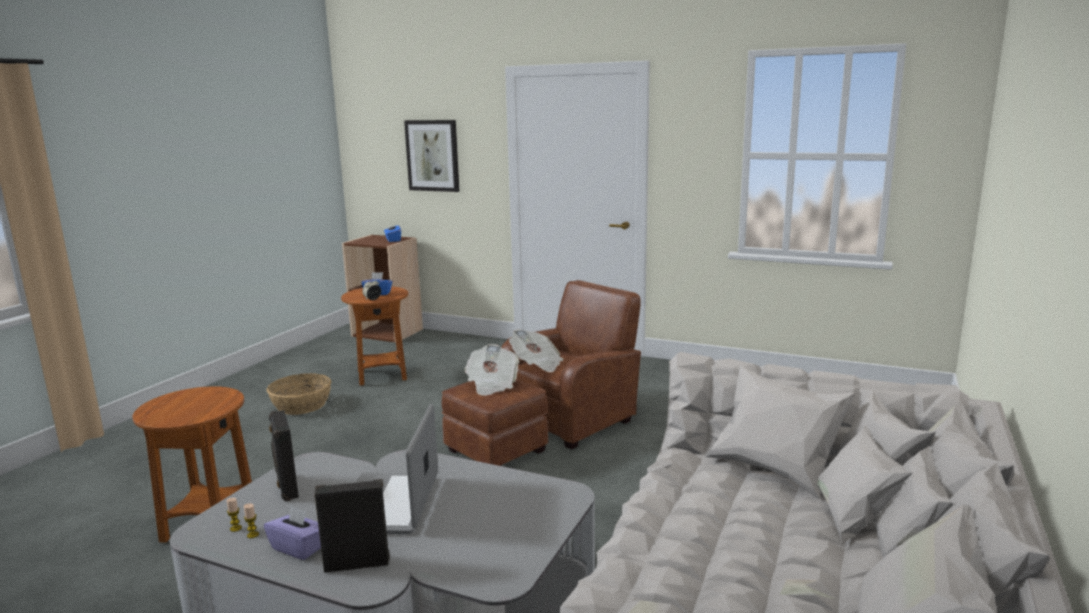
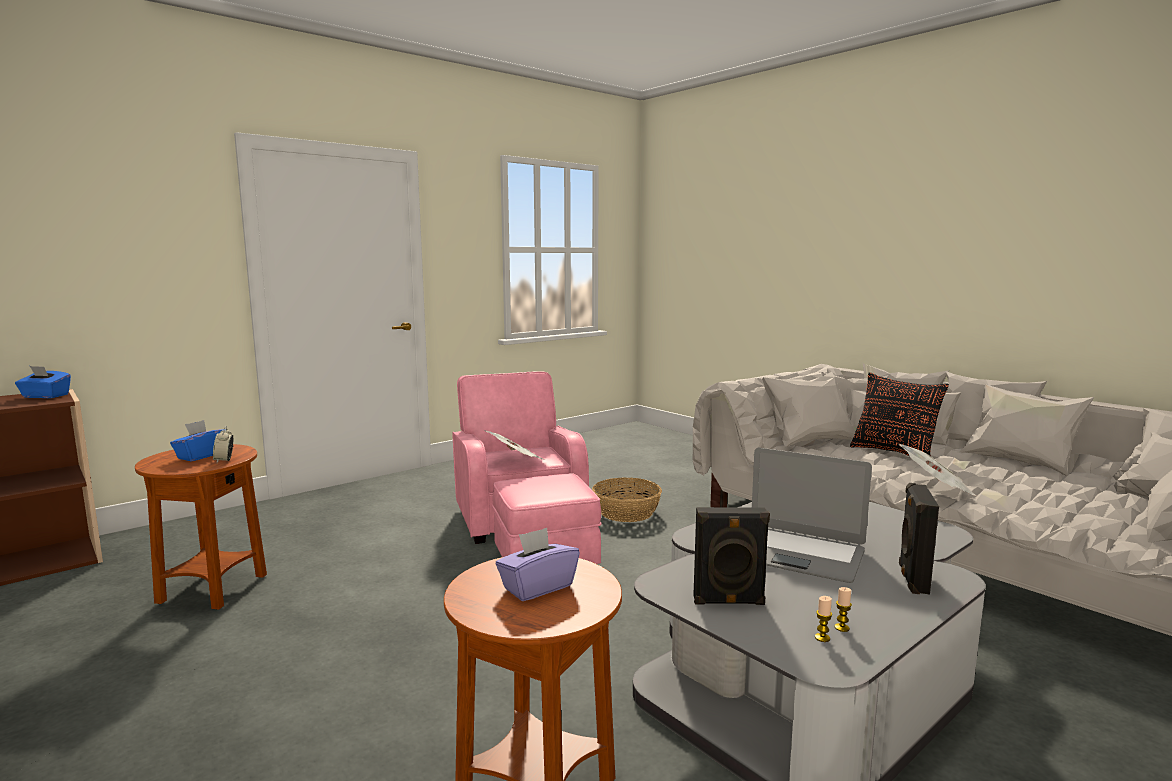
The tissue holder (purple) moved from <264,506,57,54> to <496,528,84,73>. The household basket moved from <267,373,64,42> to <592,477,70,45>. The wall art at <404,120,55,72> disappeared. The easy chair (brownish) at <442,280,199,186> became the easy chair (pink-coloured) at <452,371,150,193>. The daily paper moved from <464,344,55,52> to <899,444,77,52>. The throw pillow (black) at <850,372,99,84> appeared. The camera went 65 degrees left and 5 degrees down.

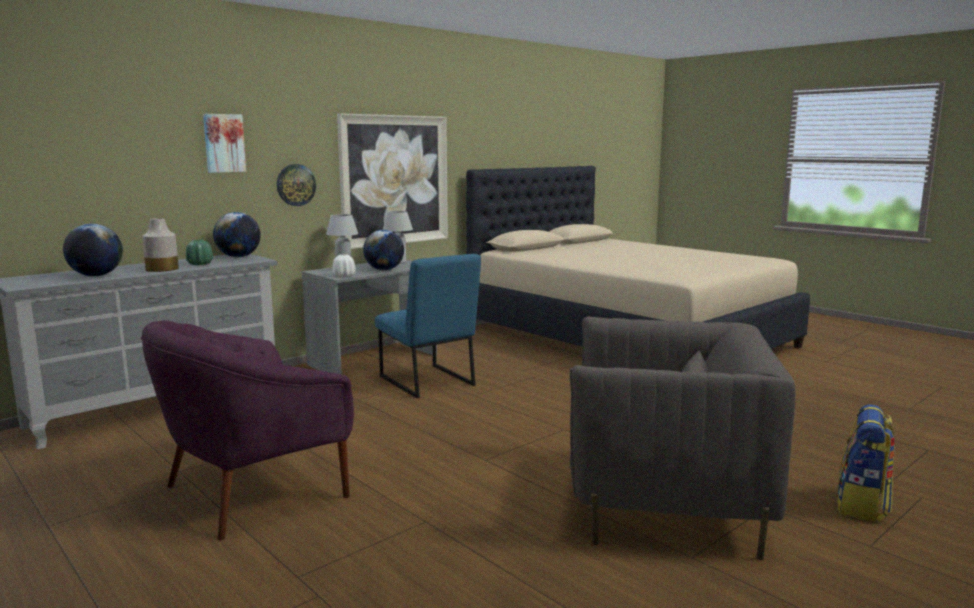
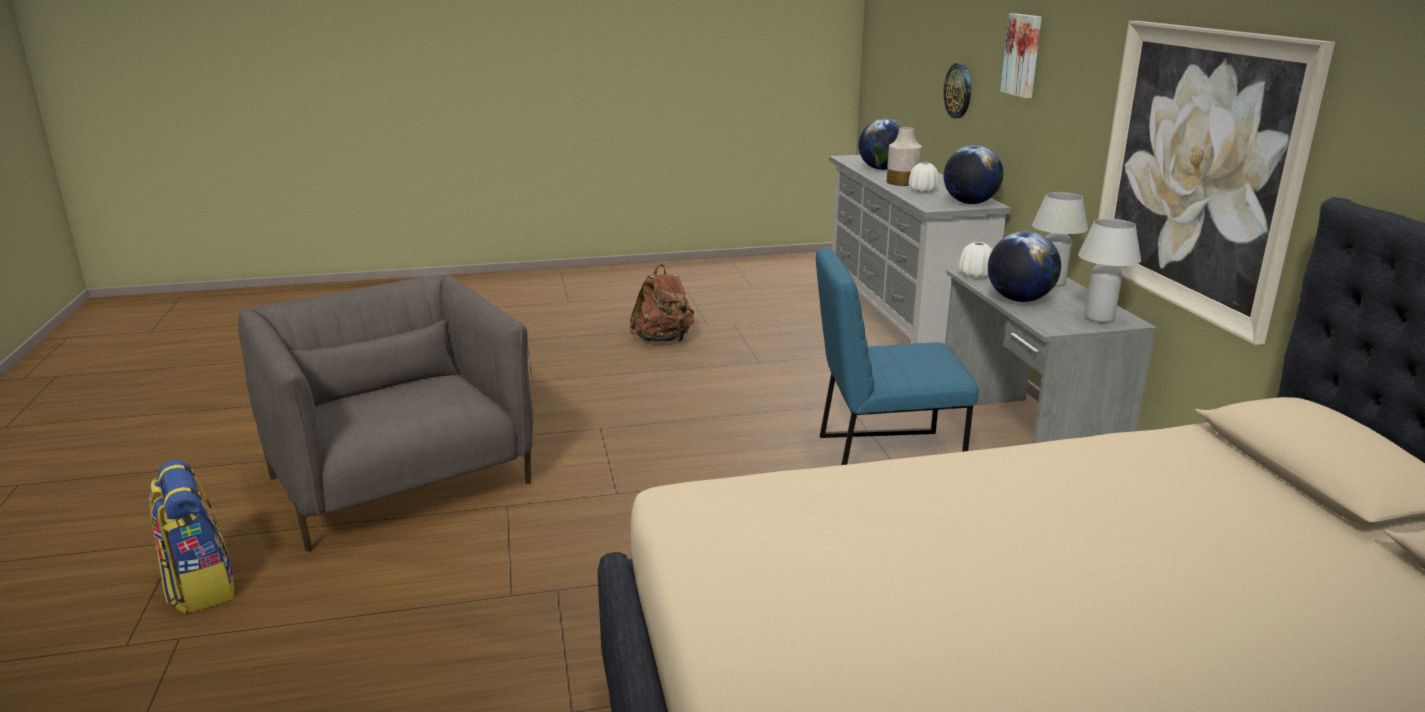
The easy chair (purple) at <141,320,213,220> was replaced by the rucksack (brownish) at <630,265,65,77>. The flower vase (green-coloured) at <186,240,27,25> became the flower vase (whitish) at <909,162,30,31>. The wall clock moved from <277,164,39,42> to <944,63,27,55>. The easy chair (grey) at <570,317,226,243> turned 105 degrees clockwise. The camera went 120 degrees right and 10 degrees up.

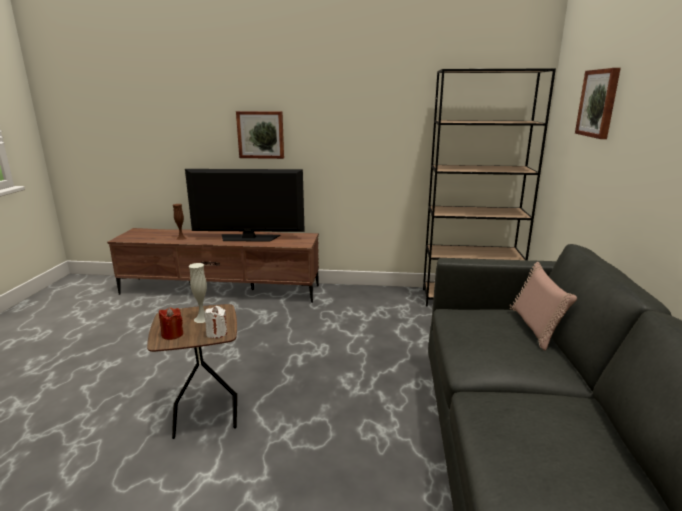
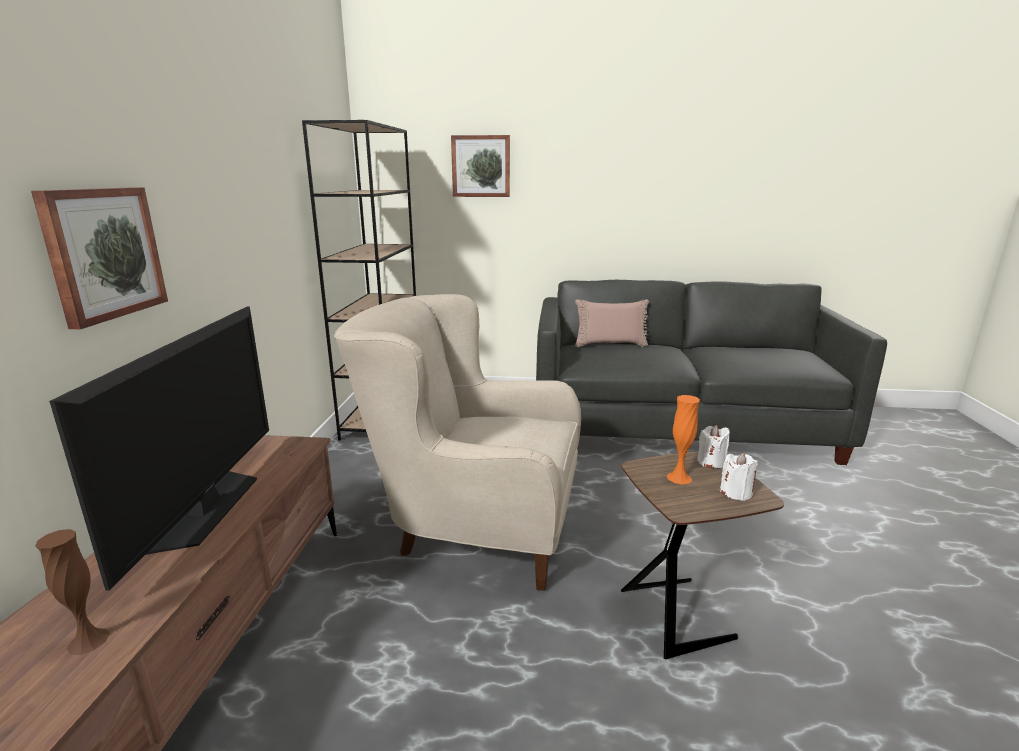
The wax candle (red) at <159,308,24,32> became the wax candle (whitish) at <720,453,38,48>. The flower vase (whitish) at <189,263,18,60> became the flower vase (orangey) at <667,395,33,89>. The easy chair (beige) at <334,294,247,297> appeared. The camera went 90 degrees left and 0 degrees up.

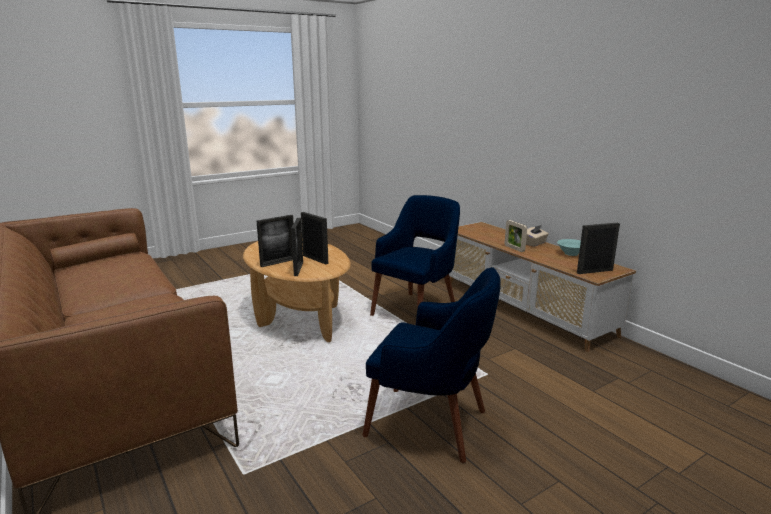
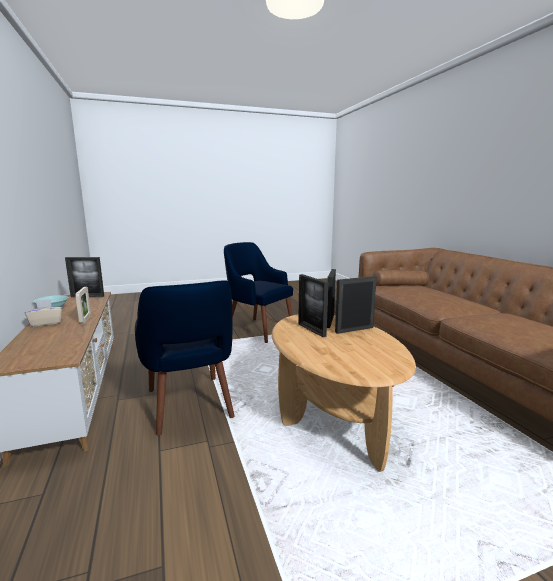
The easy chair (bluish) at <370,195,90,121> turned 75 degrees counterclockwise. The camera went 165 degrees left and 5 degrees down.

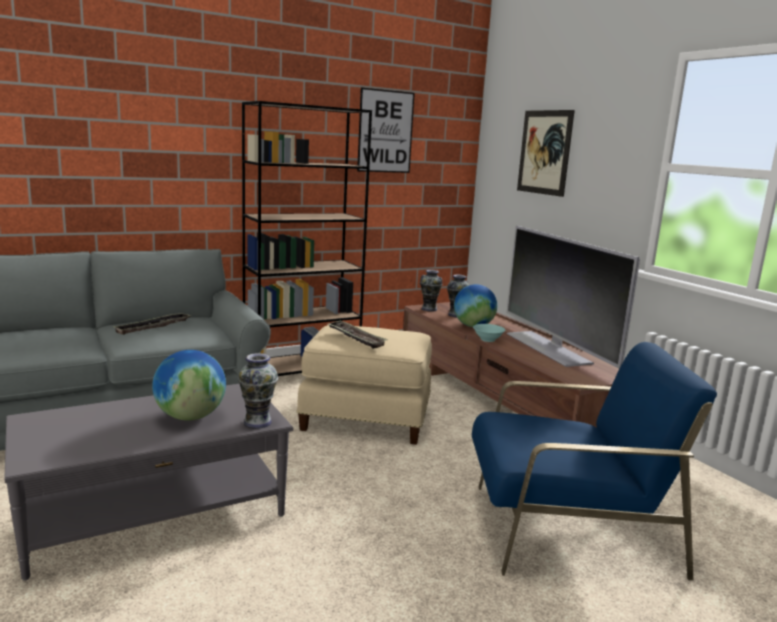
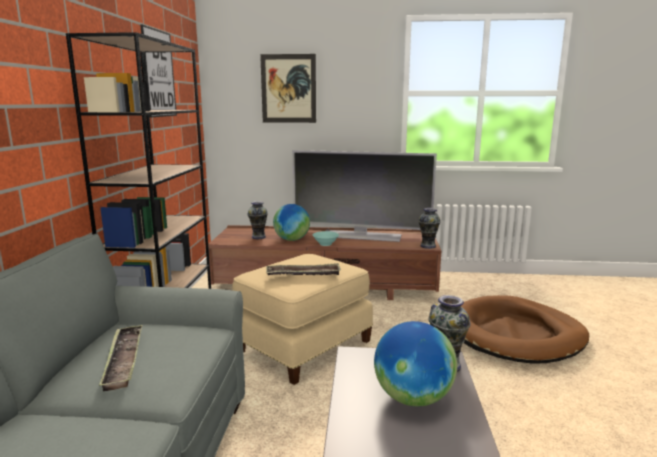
The flower vase moved from <420,270,22,42> to <418,208,23,41>. The easy chair (bluish) at <472,342,245,238> was replaced by the dog bed (brownish) at <461,295,128,68>. The camera went 55 degrees left and 0 degrees up.

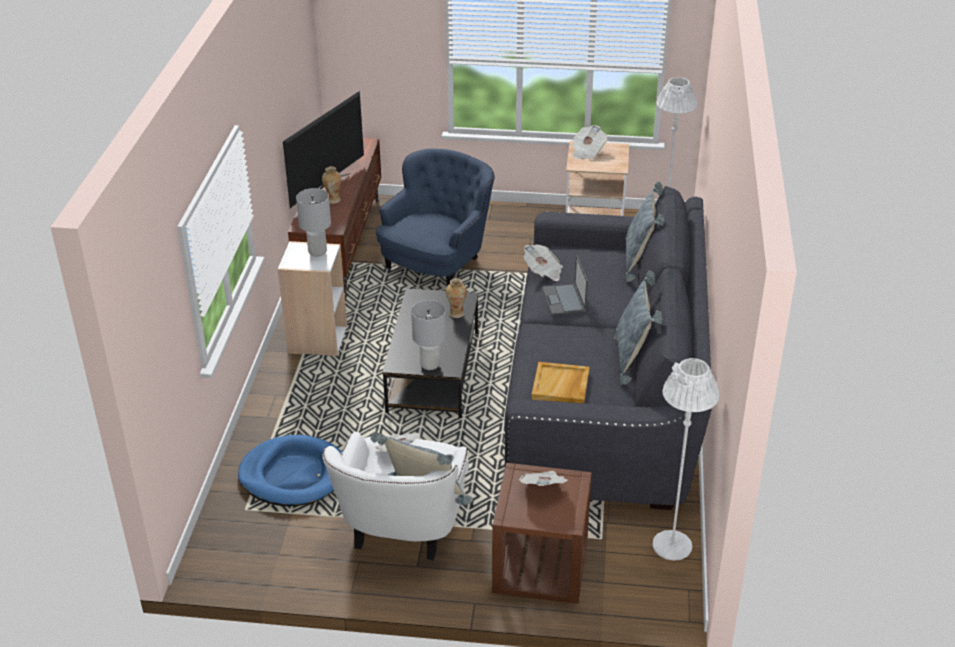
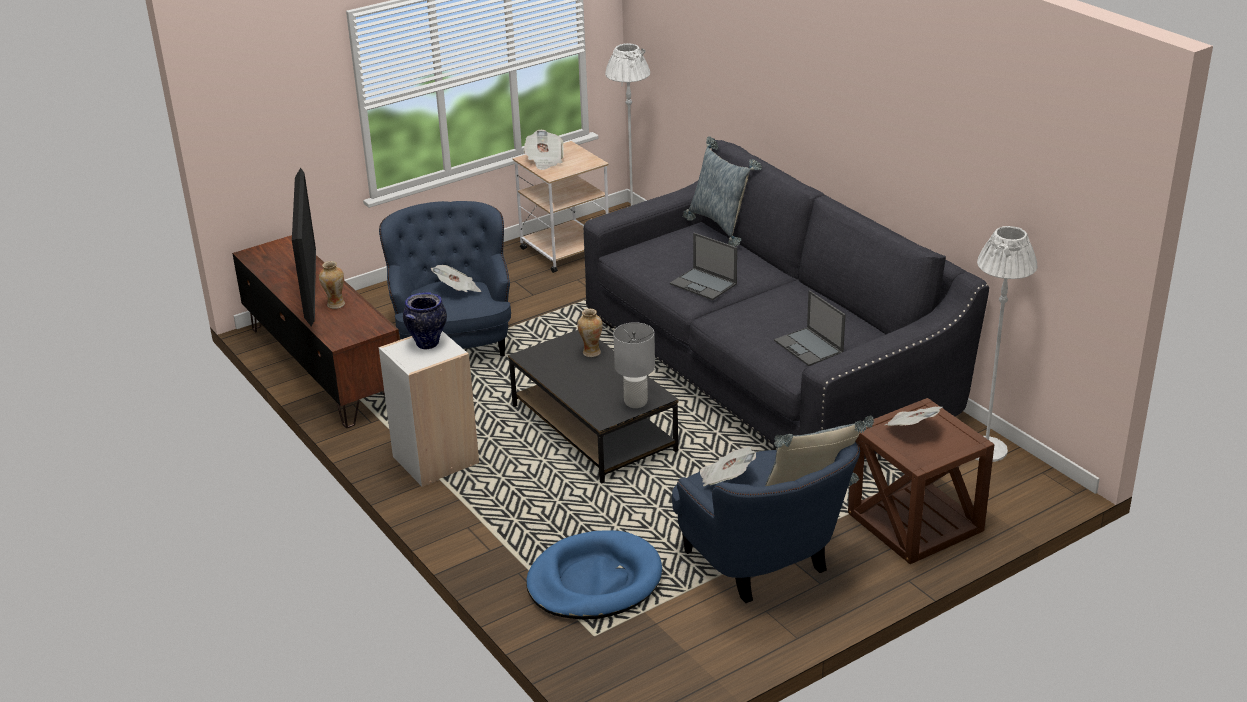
The tabletop lamp (grey) at <296,188,35,69> was replaced by the flower vase at <403,292,44,57>. The easy chair (whitish) at <322,432,147,128> became the easy chair (bluish) at <672,441,188,162>. The daily paper moved from <524,244,39,37> to <431,265,50,27>. The serving tray (beige) at <531,362,58,41> was replaced by the laptop at <774,290,72,76>. The throw pillow at <614,270,49,115> disappeared. The camera went 40 degrees left and 5 degrees down.

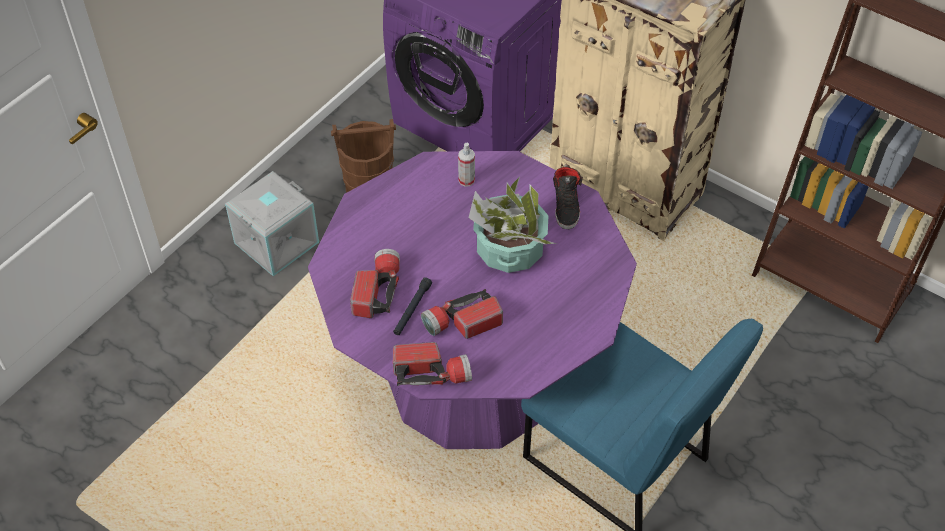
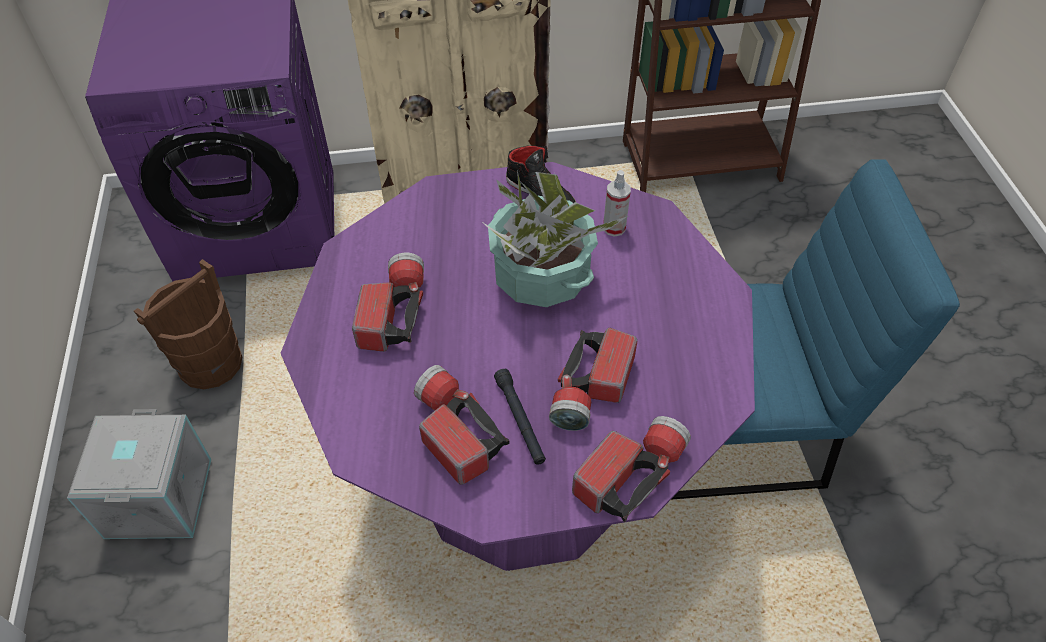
The sprayer moved from <458,143,17,44> to <603,170,28,67>. The flashlight at <352,252,72,100> appeared. The camera went 45 degrees left and 0 degrees up.

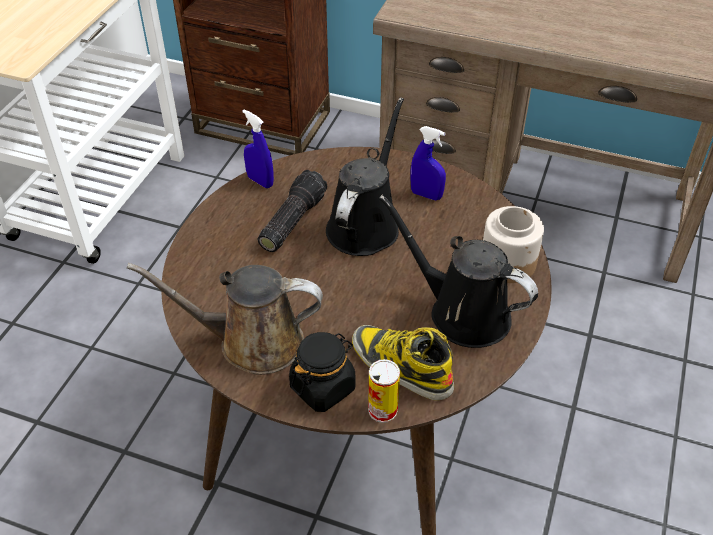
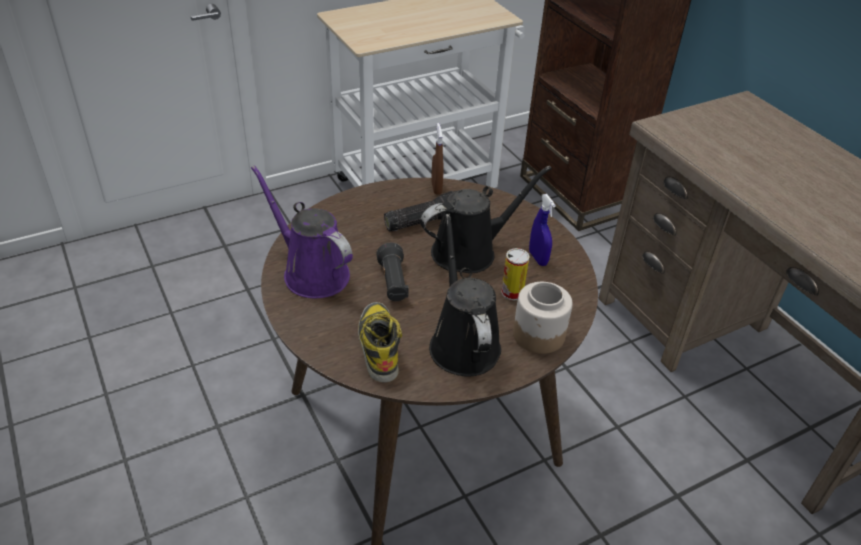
The watering can (brownish) at <127,263,196,112> became the watering can (purple) at <251,165,102,133>. The sprayer (bluish) at <242,110,32,78> became the sprayer (brownish) at <431,123,13,72>. The storage jar (black) at <289,332,66,80> disappeared. The sealed can moved from <368,359,32,64> to <501,248,29,53>. The flashlight (black) at <377,243,32,58> appeared. The camera went 40 degrees right and 5 degrees down.

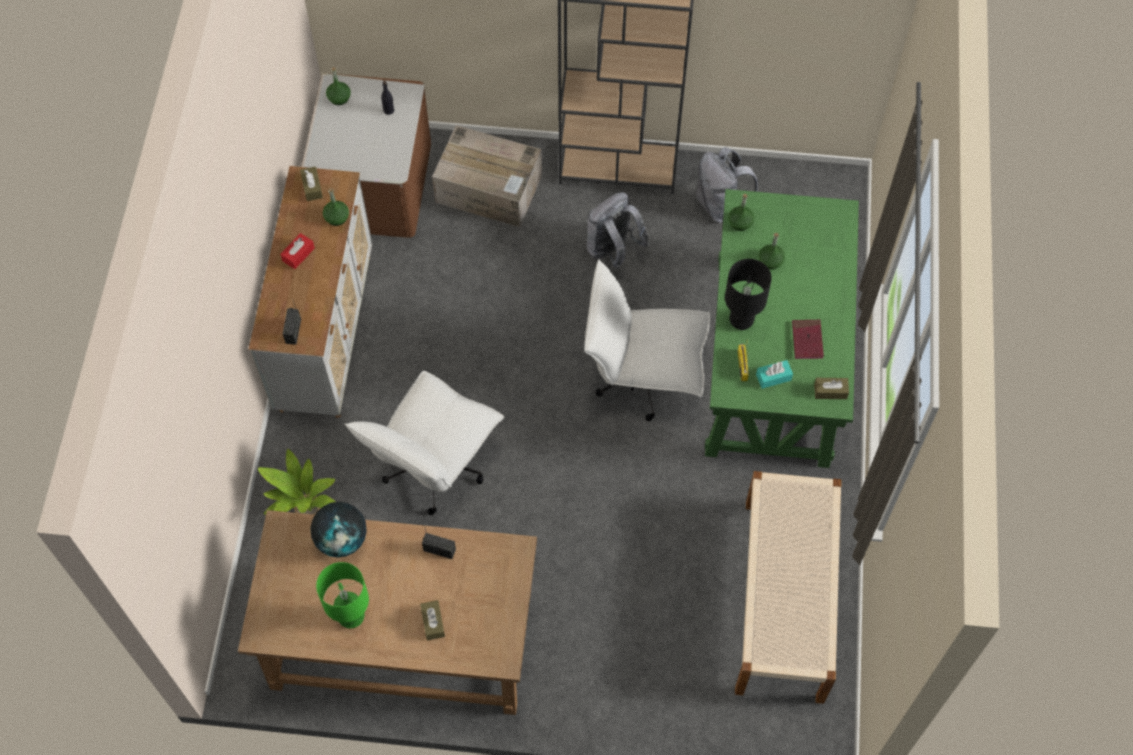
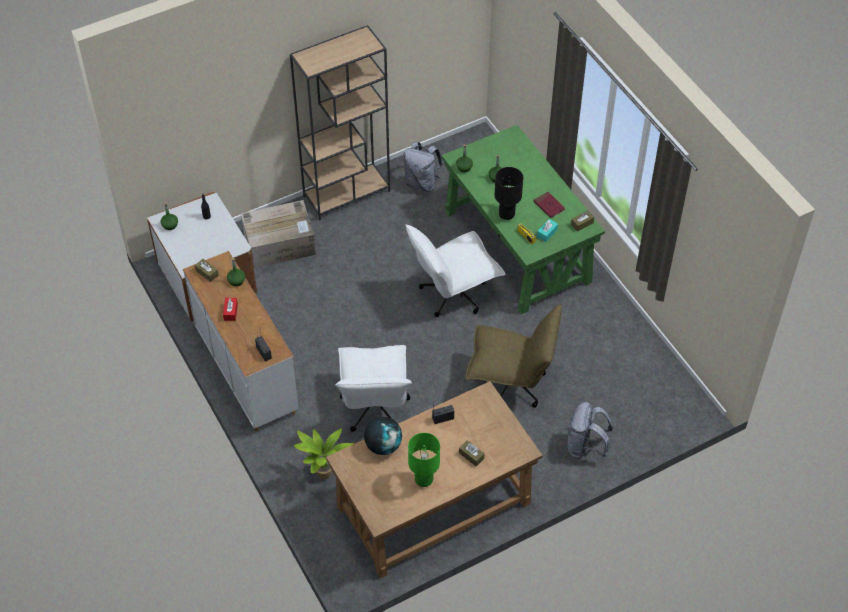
The rucksack (grey) moved from <587,192,63,78> to <568,402,45,57>. The bench (beige) at <735,471,107,233> disappeared. The desk chair (beige) at <465,305,97,103> appeared. The camera went 35 degrees left and 10 degrees down.

